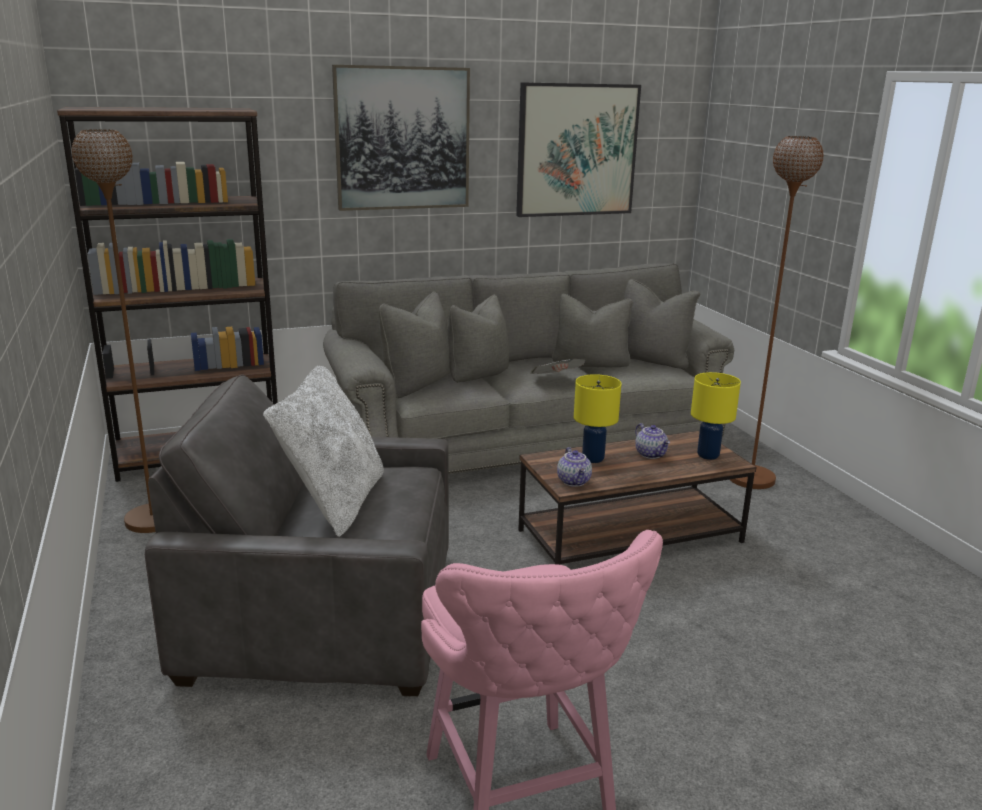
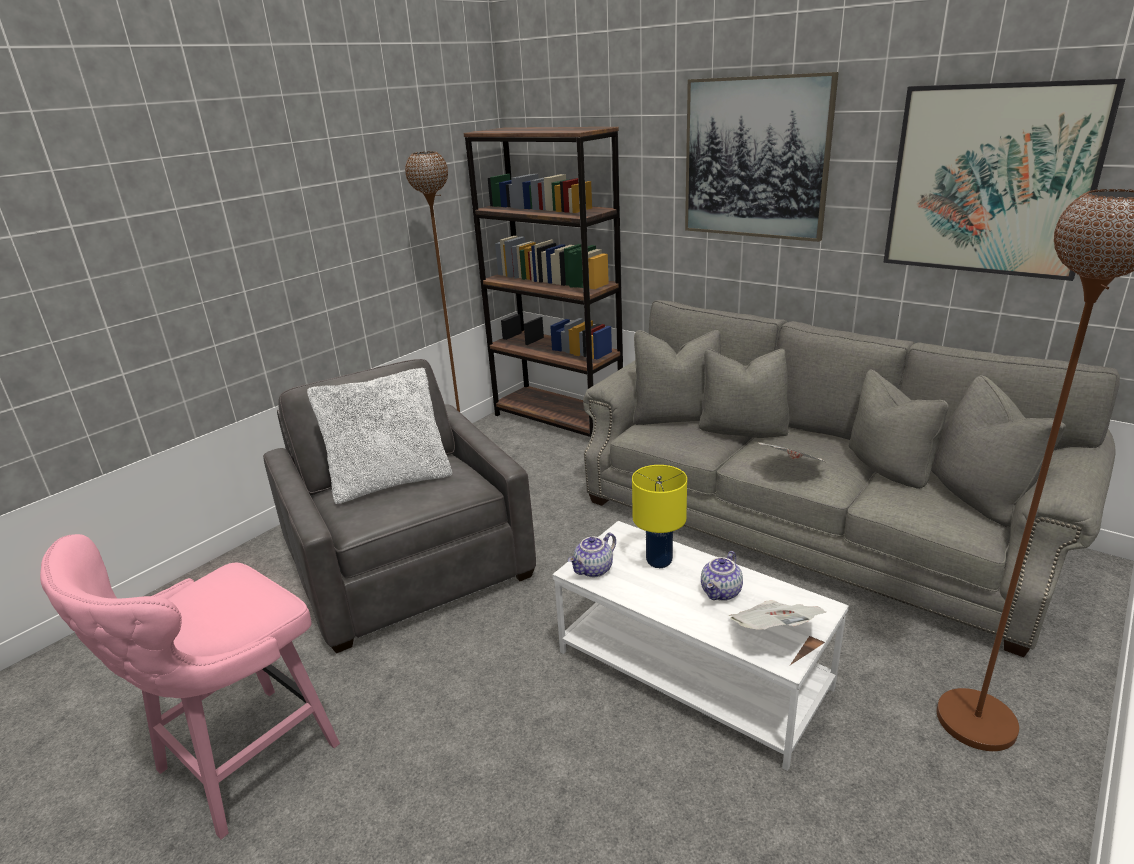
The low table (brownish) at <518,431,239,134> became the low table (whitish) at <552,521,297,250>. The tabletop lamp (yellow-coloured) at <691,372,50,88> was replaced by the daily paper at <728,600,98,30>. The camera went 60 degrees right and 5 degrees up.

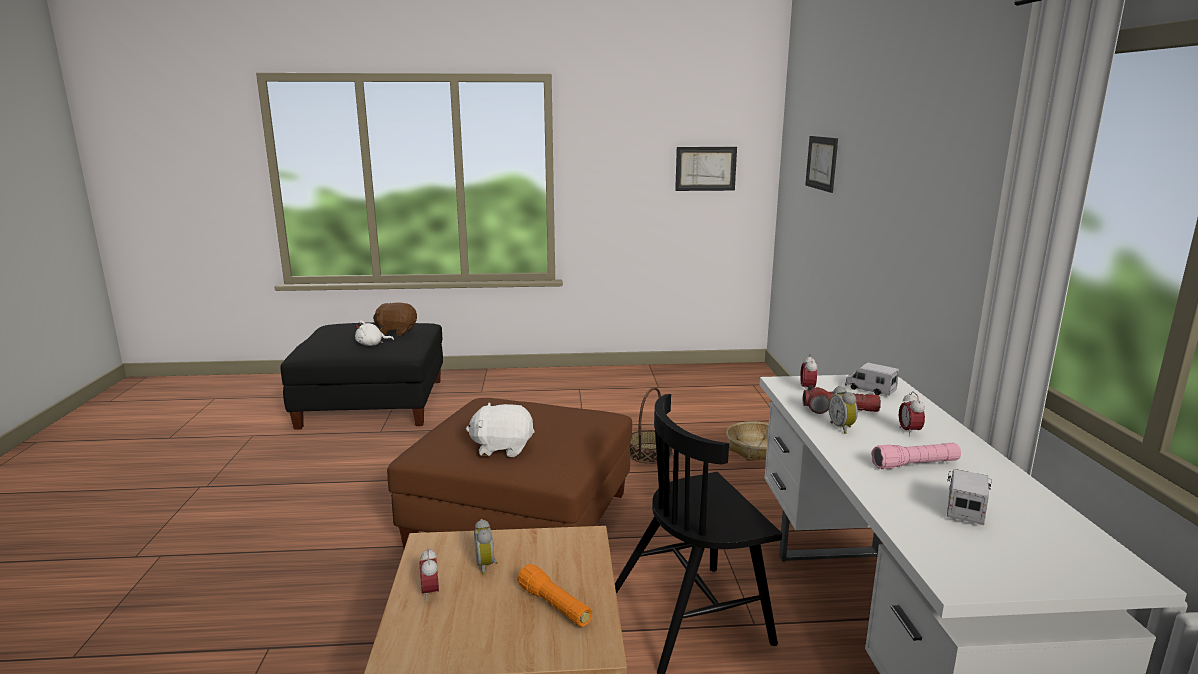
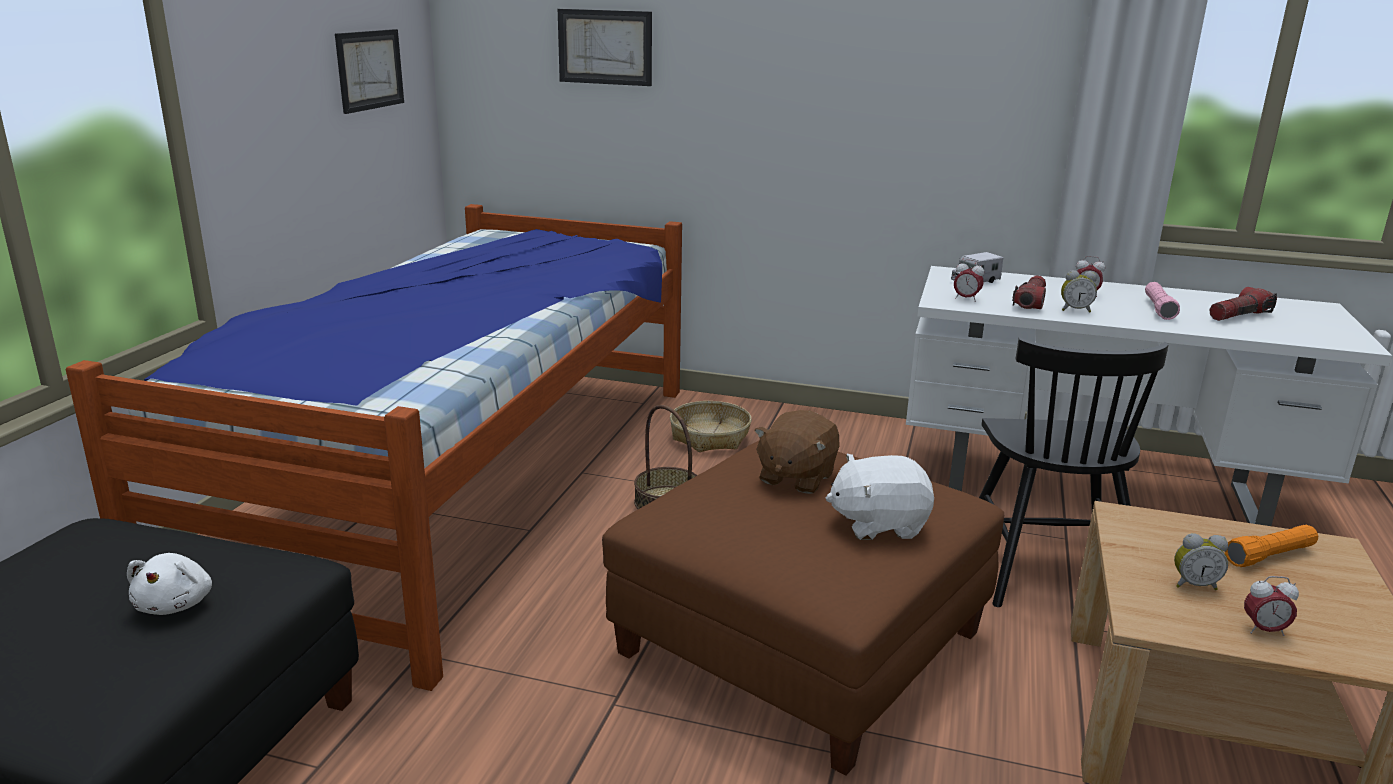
The cuddly toy (brownish) moved from <373,302,44,33> to <754,410,86,84>. The cuddly toy (whitish) at <466,403,69,54> turned 60 degrees clockwise. The toy truck at <947,469,45,56> was replaced by the flashlight at <1209,287,68,34>. The bed at <66,204,616,487> appeared. The camera went 70 degrees left and 5 degrees up.

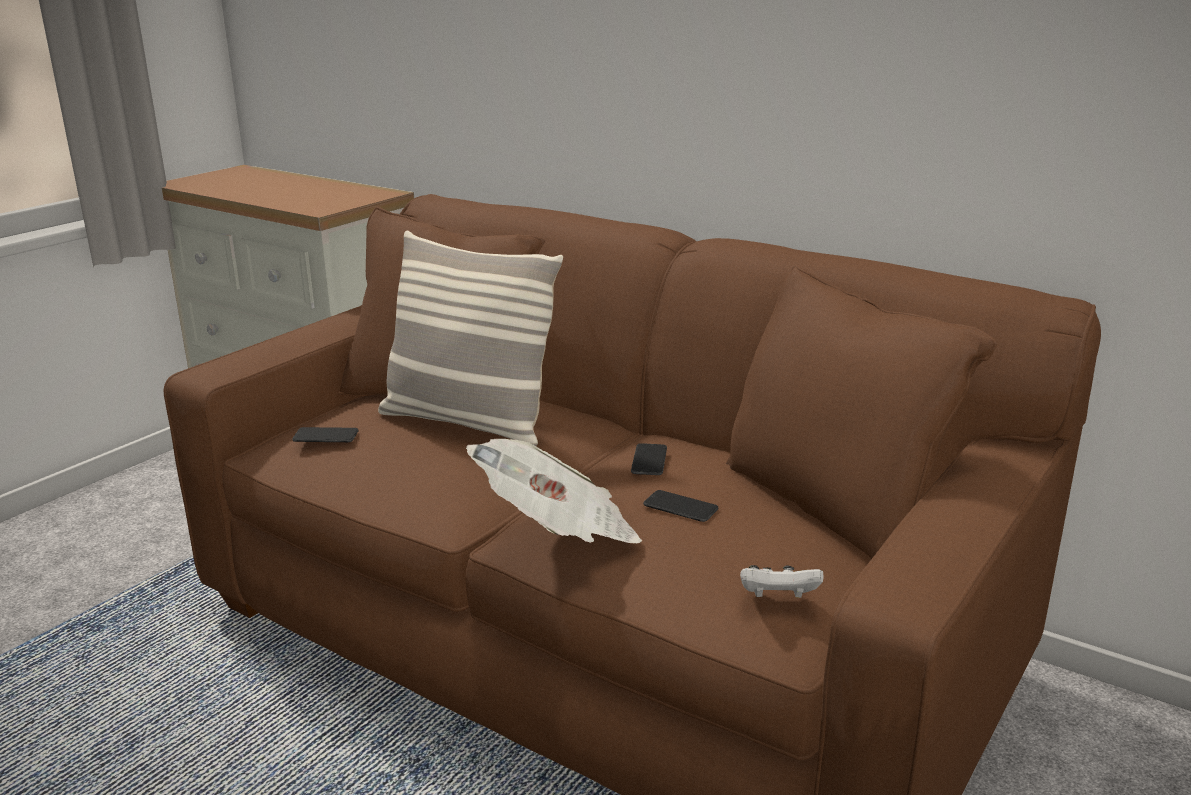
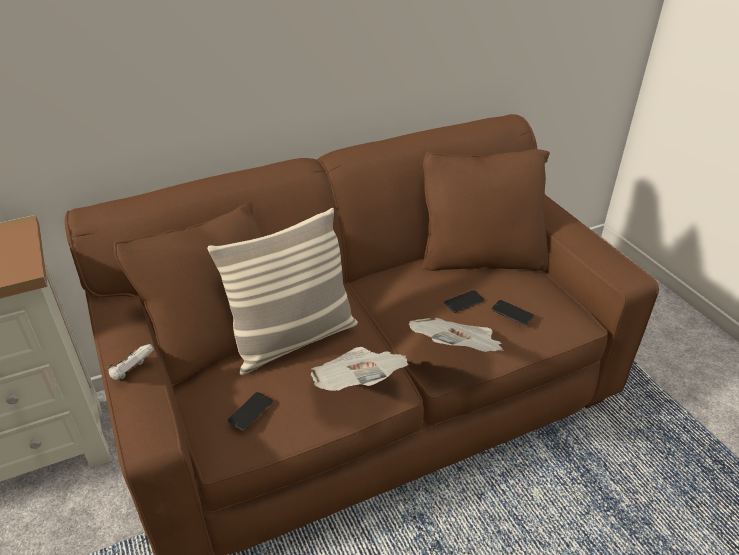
The handset moved from <631,443,36,32> to <491,300,43,25>. The gamepad (whitish) moved from <740,565,84,33> to <108,344,46,36>. The daily paper at <311,347,97,44> appeared. The camera went 60 degrees left and 15 degrees up.

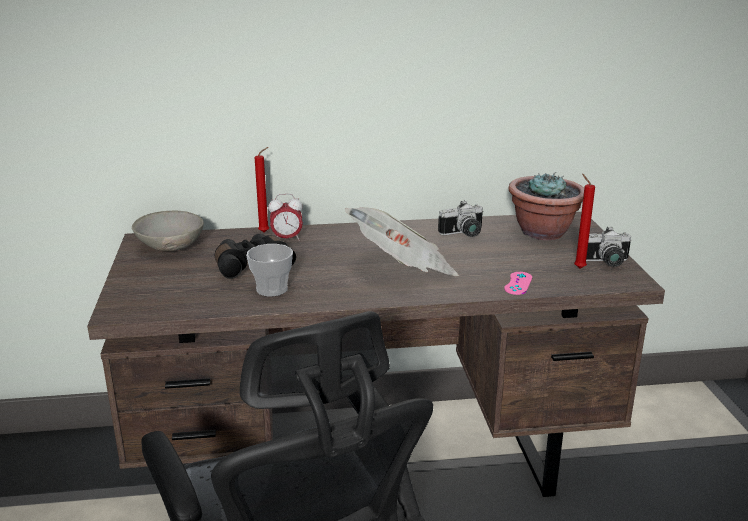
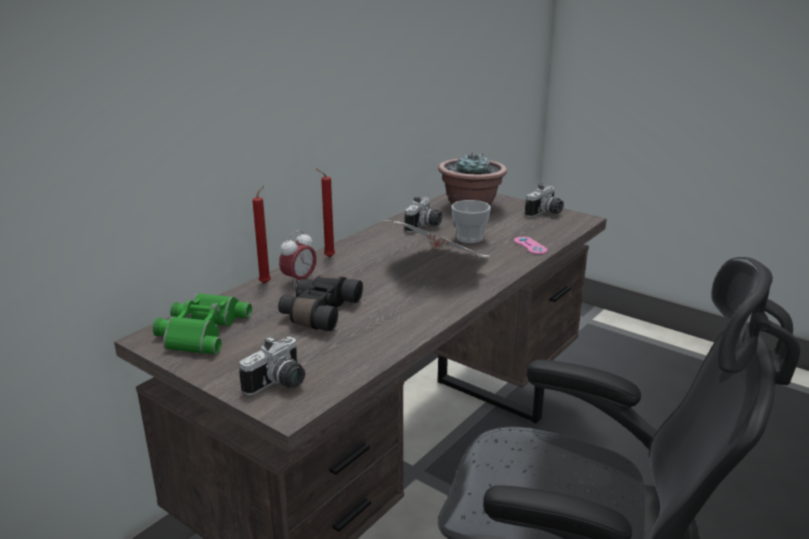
The serving bowl (grey) at <132,211,72,40> was replaced by the binoculars (green-coloured) at <153,293,99,61>. The drinking cup moved from <246,244,47,53> to <451,200,40,43>. The wax candle (red) moved from <574,174,21,94> to <316,168,19,89>. The still camera at <239,336,66,59> appeared. The camera went 45 degrees left and 0 degrees up.

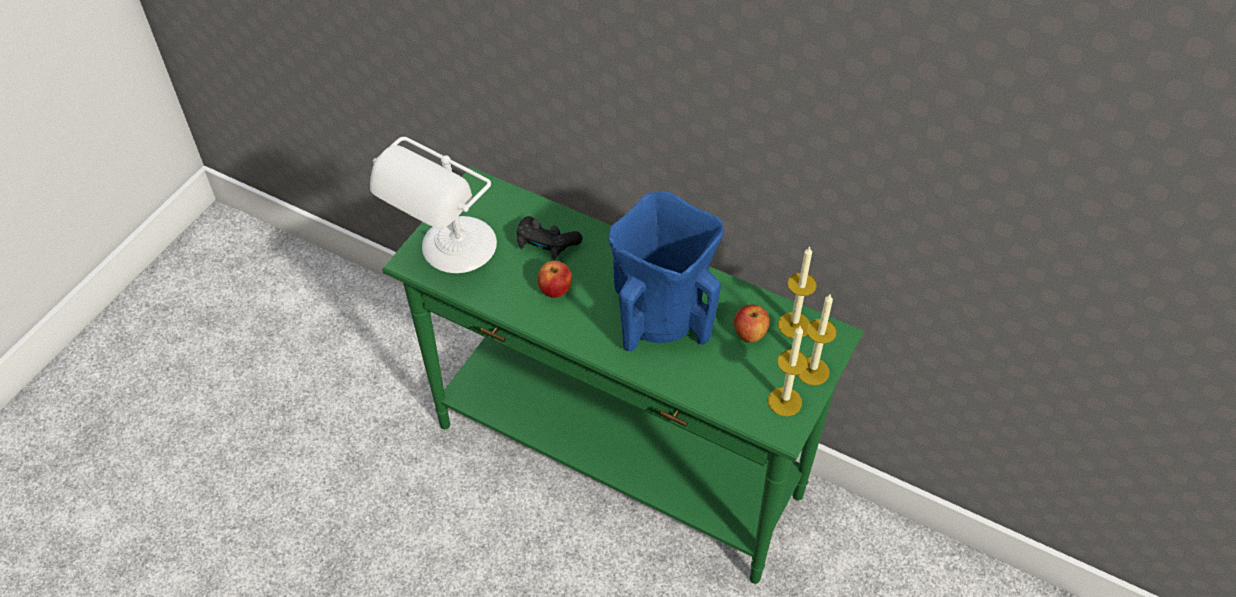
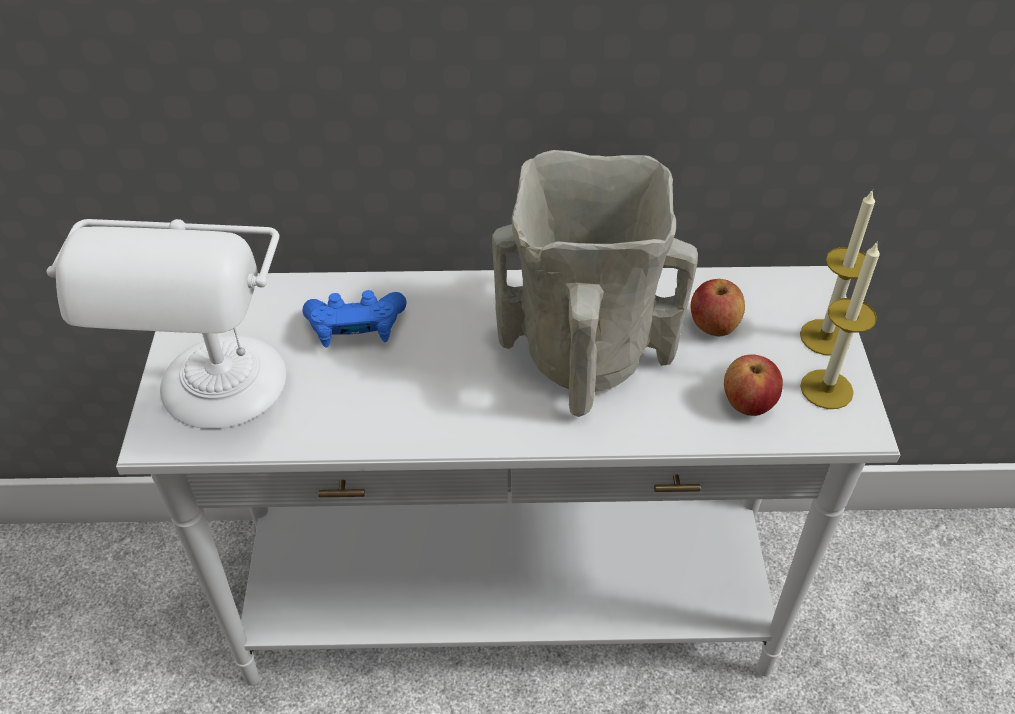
The hall table (green-coloured) at <382,167,481,417> became the hall table (whitish) at <116,266,784,420>. The gamepad (black) at <517,216,65,44> became the gamepad (bluish) at <302,290,105,58>. The apple moved from <538,261,34,37> to <724,354,59,62>. The flower vase (bluish) at <609,191,115,160> became the flower vase (beige) at <492,150,206,267>. The wax candle at <778,246,39,93> disappeared. The camera went 30 degrees left and 5 degrees down.

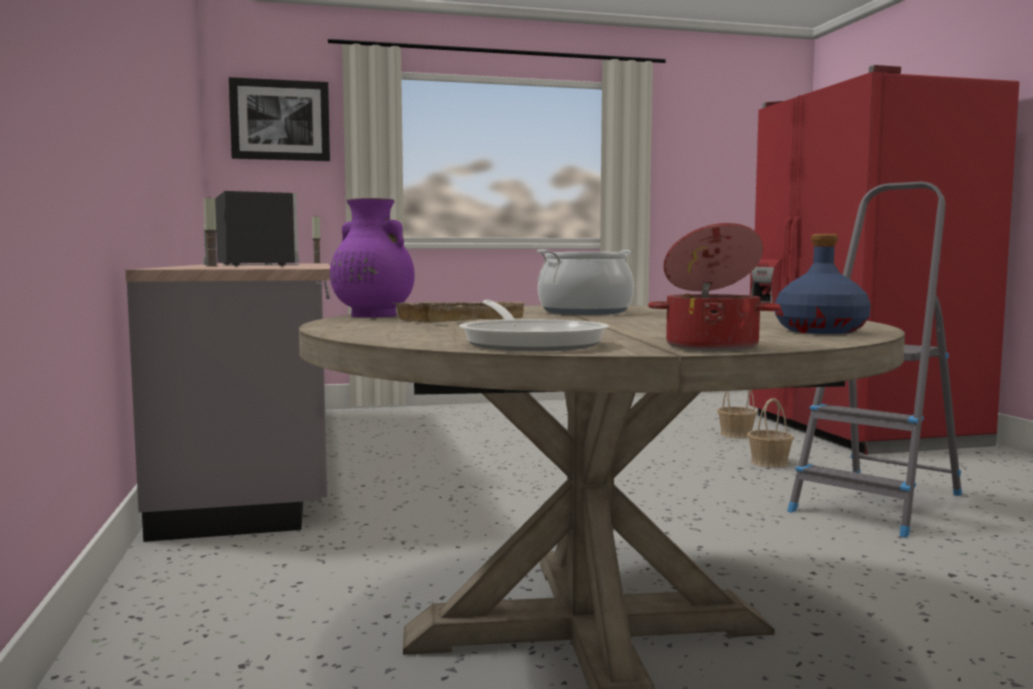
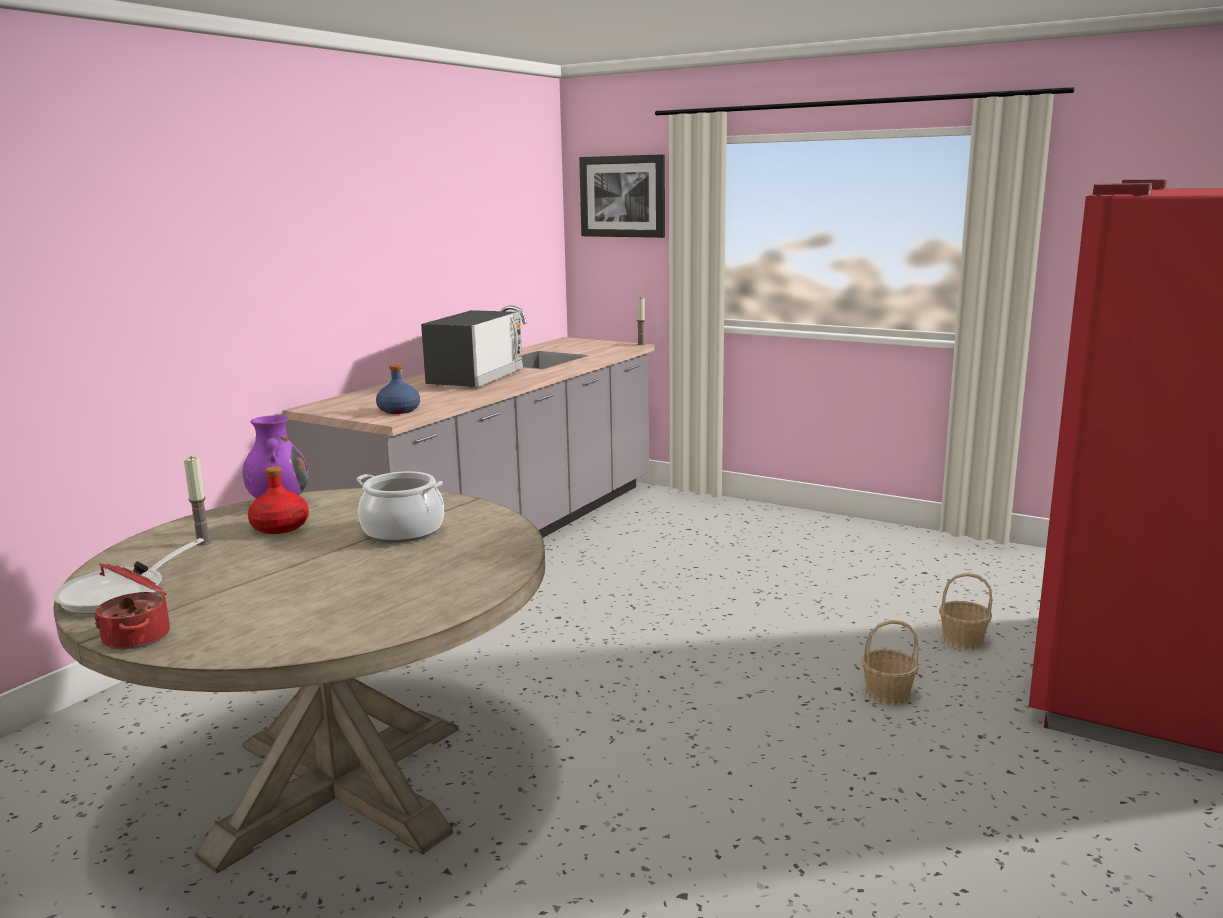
The wax candle moved from <204,196,14,71> to <184,456,28,90>. The serving tray (beige) at <390,301,138,22> was replaced by the bottle (red) at <248,466,61,68>. The bottle (bluish) moved from <775,234,96,100> to <376,364,44,50>. The step stool (grey) at <787,182,175,355> disappeared. The camera went 45 degrees right and 10 degrees up.

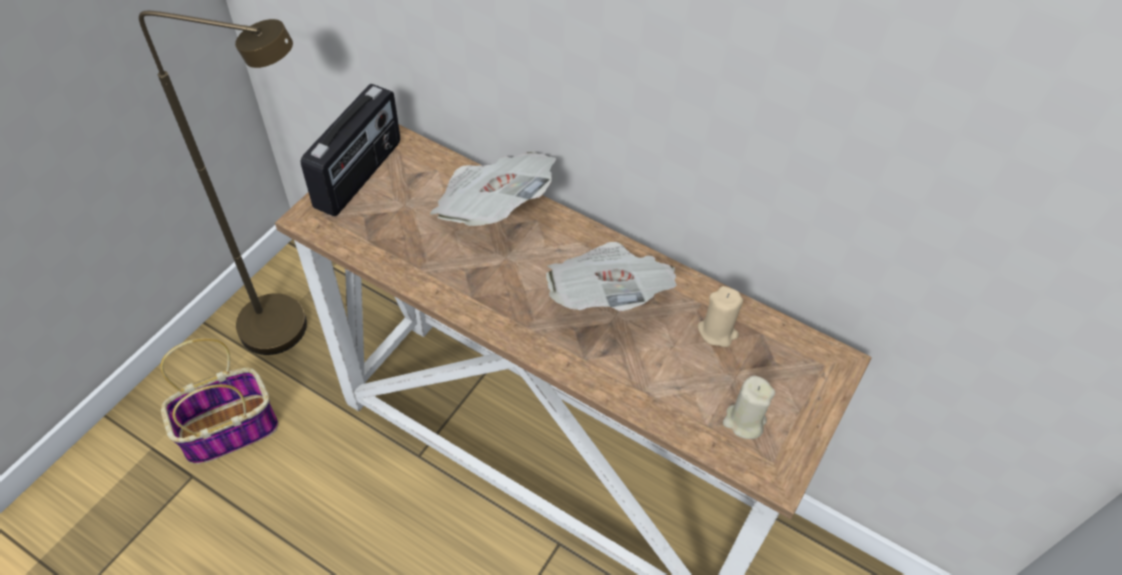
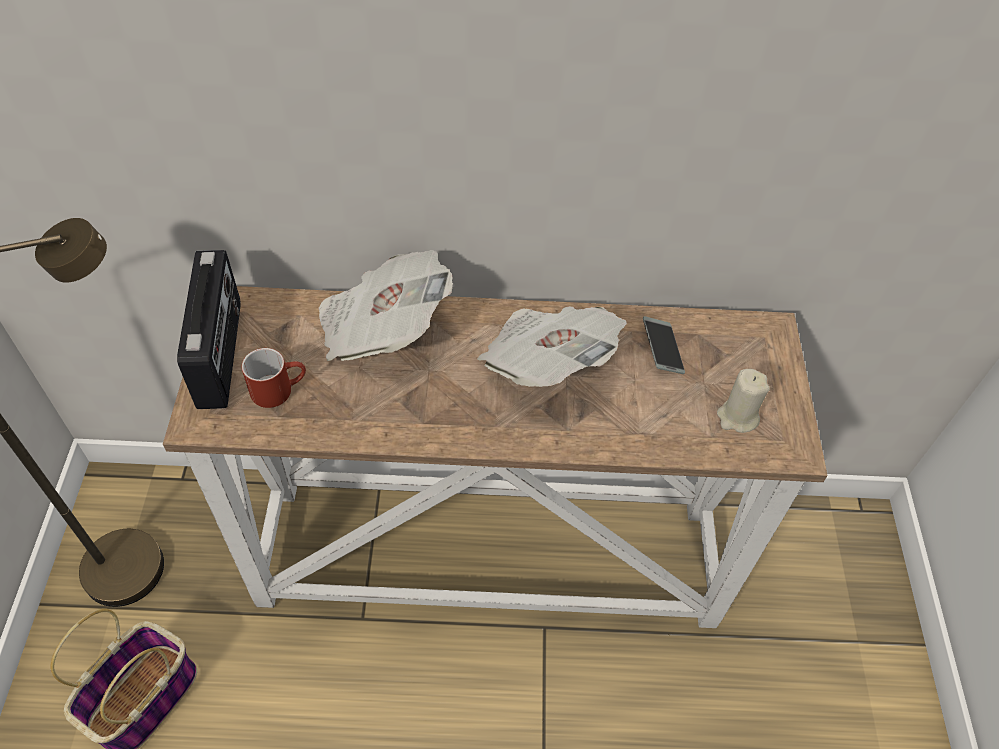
The wax candle (beige) at <698,286,45,61> was replaced by the handset at <643,316,42,58>. The tea mug (red) at <242,348,64,60> appeared. The camera went 30 degrees left and 0 degrees up.

